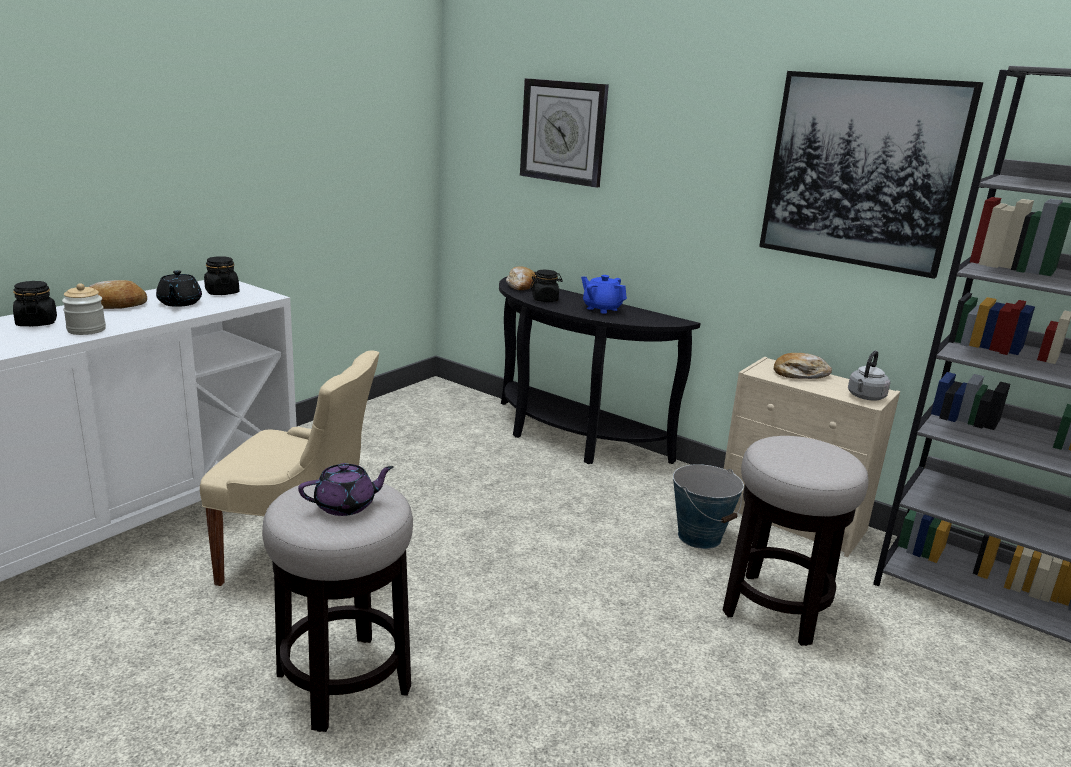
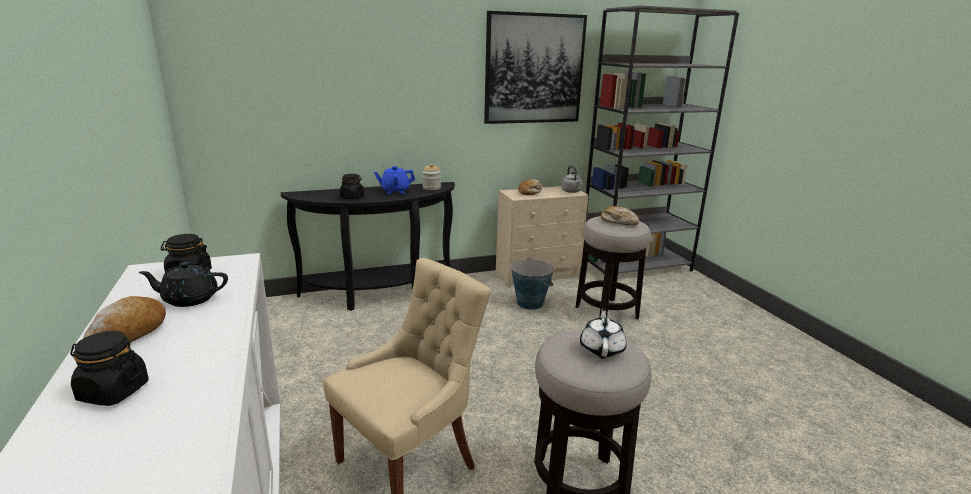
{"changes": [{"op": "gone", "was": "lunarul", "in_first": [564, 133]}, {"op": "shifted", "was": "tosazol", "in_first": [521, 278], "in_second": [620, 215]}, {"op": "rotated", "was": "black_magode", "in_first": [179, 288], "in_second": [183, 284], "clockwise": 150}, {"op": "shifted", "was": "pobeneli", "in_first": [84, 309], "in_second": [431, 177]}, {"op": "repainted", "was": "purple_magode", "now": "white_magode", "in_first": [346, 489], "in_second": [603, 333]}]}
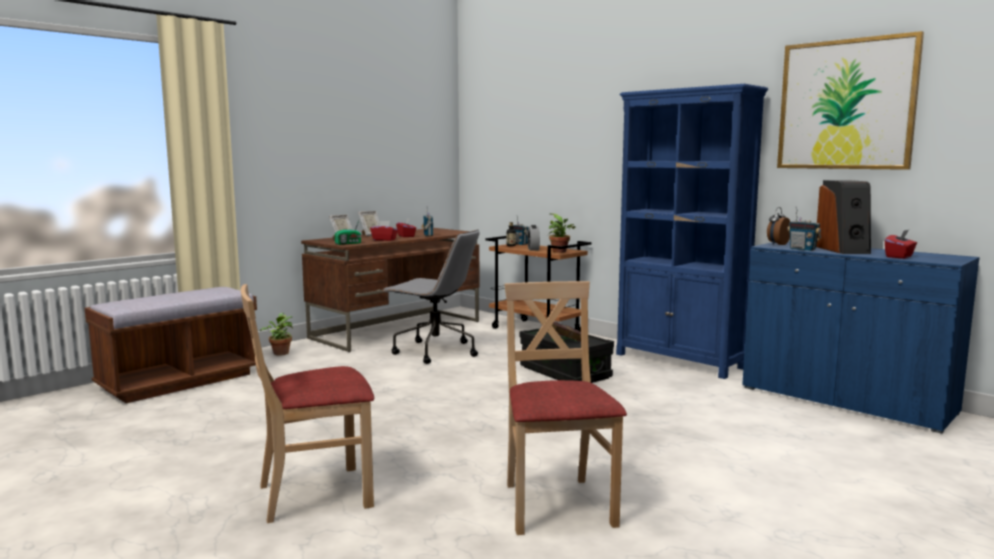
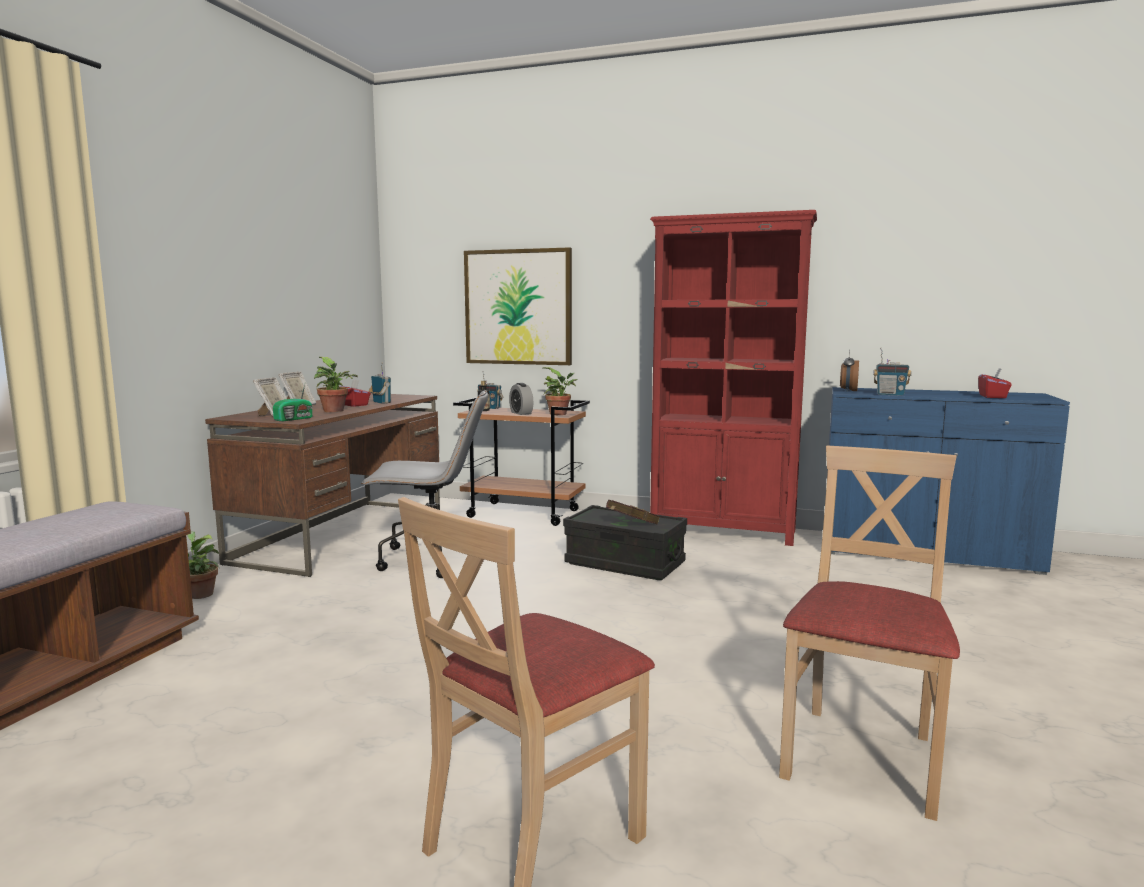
{"changes": [{"op": "shifted", "was": "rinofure", "in_first": [850, 100], "in_second": [518, 306]}, {"op": "repainted", "was": "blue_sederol", "now": "red_sederol", "in_first": [692, 231], "in_second": [733, 378]}, {"op": "gone", "was": "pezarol", "in_first": [843, 217]}, {"op": "swapped", "was": "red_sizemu", "now": "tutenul", "in_first": [384, 231], "in_second": [336, 384]}, {"op": "rotated", "was": "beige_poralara", "in_first": [565, 408], "in_second": [869, 633], "clockwise": 60}]}
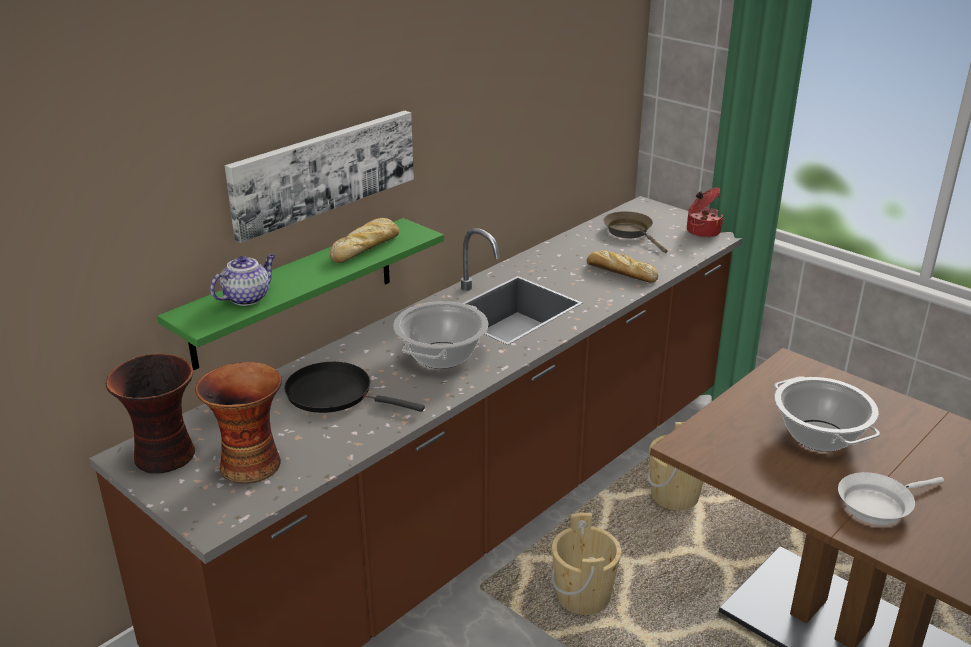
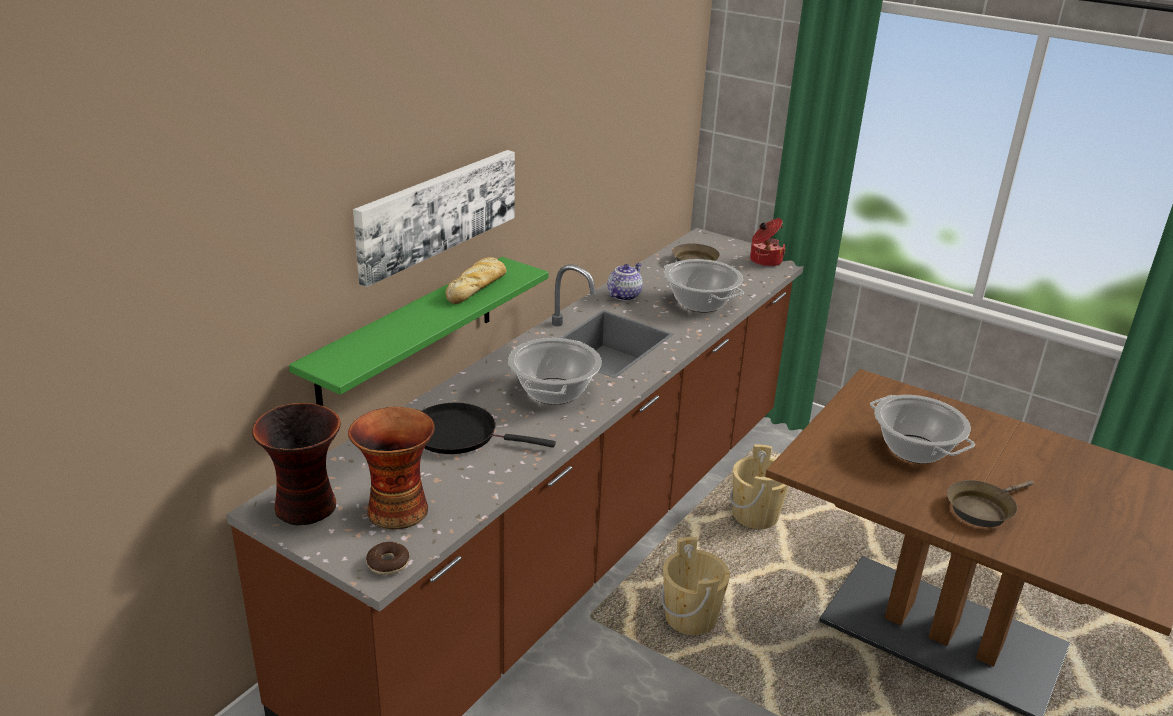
{"changes": [{"op": "swapped", "was": "tosazol", "now": "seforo", "in_first": [622, 266], "in_second": [704, 285]}, {"op": "shifted", "was": "magode", "in_first": [242, 280], "in_second": [625, 282]}, {"op": "repainted", "was": "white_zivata", "now": "brown_zivata", "in_first": [891, 498], "in_second": [990, 503]}, {"op": "new", "now": "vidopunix", "in_second": [387, 558]}]}
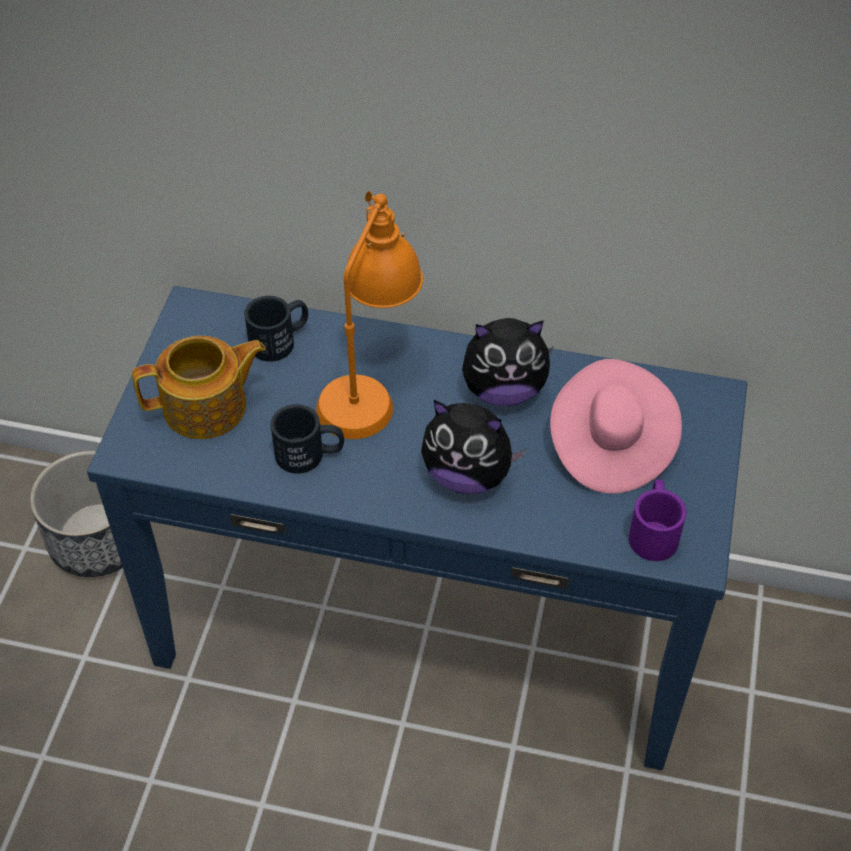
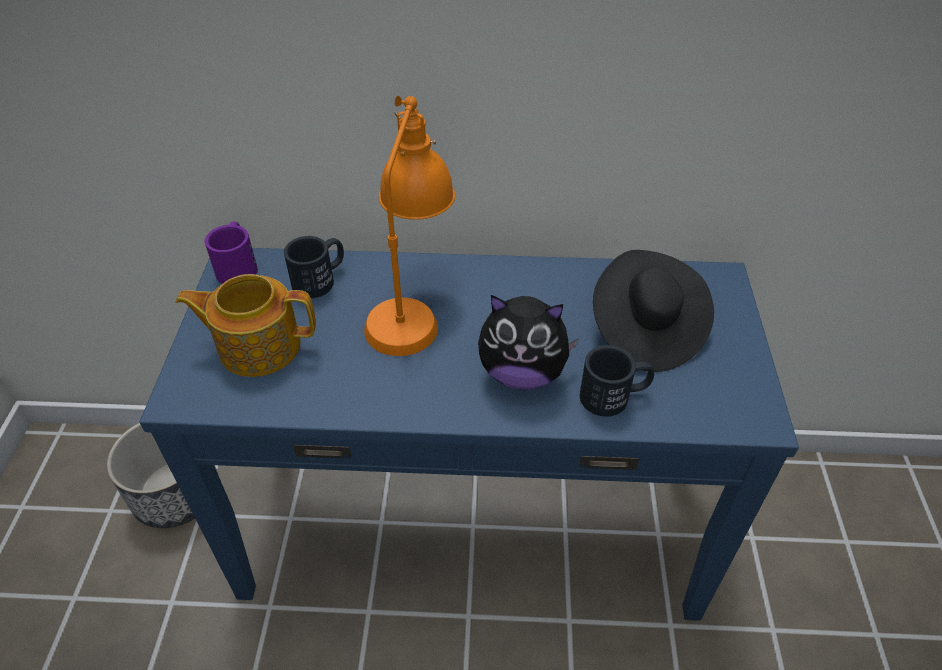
{"changes": [{"op": "gone", "was": "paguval", "in_first": [507, 362]}, {"op": "rotated", "was": "magode", "in_first": [199, 387], "in_second": [246, 325], "clockwise": -150}, {"op": "repainted", "was": "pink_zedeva", "now": "black_zedeva", "in_first": [616, 426], "in_second": [653, 311]}, {"op": "shifted", "was": "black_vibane", "in_first": [307, 439], "in_second": [617, 381]}, {"op": "shifted", "was": "purple_vibane", "in_first": [658, 520], "in_second": [231, 252]}]}
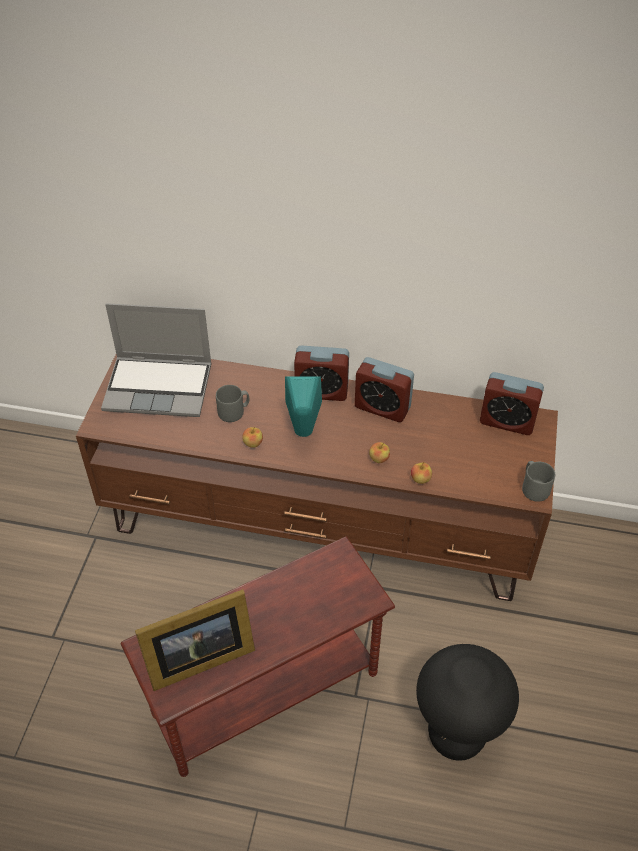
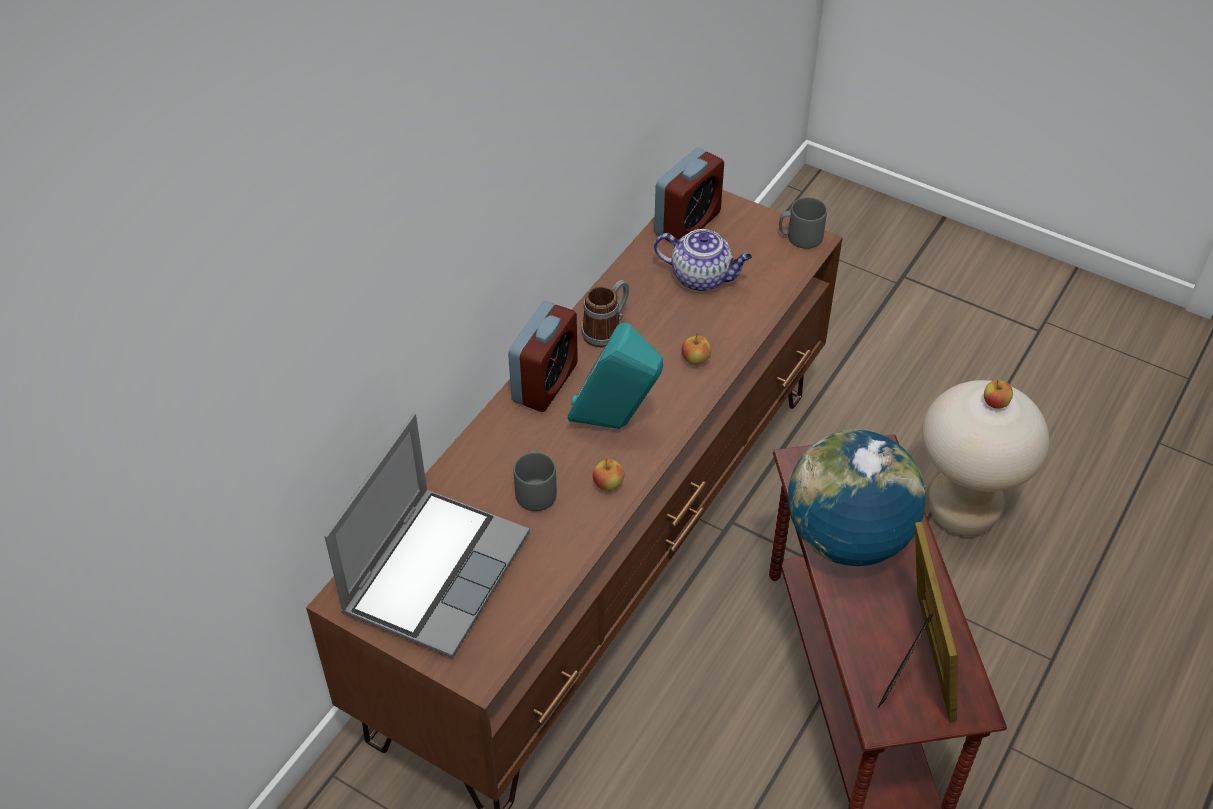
{"changes": [{"op": "swapped", "was": "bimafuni", "now": "vibane", "in_first": [384, 389], "in_second": [605, 314]}, {"op": "shifted", "was": "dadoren", "in_first": [421, 473], "in_second": [998, 394]}, {"op": "repainted", "was": "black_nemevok", "now": "beige_nemevok", "in_first": [467, 702], "in_second": [985, 458]}, {"op": "new", "now": "magode", "in_second": [703, 260]}, {"op": "new", "now": "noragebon", "in_second": [857, 497]}]}
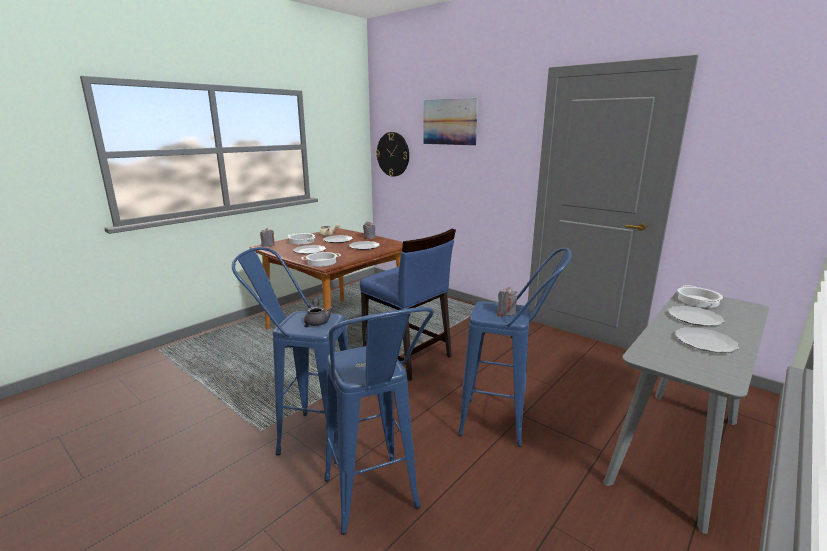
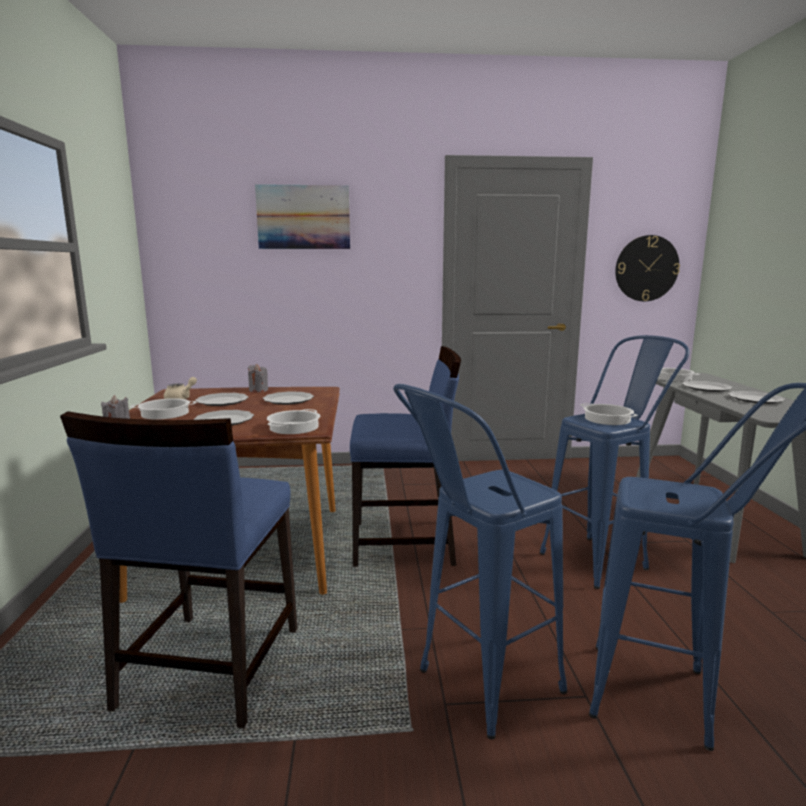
{"changes": [{"op": "shifted", "was": "lunarul", "in_first": [392, 154], "in_second": [647, 268]}, {"op": "swapped", "was": "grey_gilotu", "now": "seforo", "in_first": [508, 301], "in_second": [609, 414]}, {"op": "gone", "was": "grey_magode", "in_first": [318, 311]}, {"op": "new", "now": "blue_poralara", "in_second": [178, 569]}]}
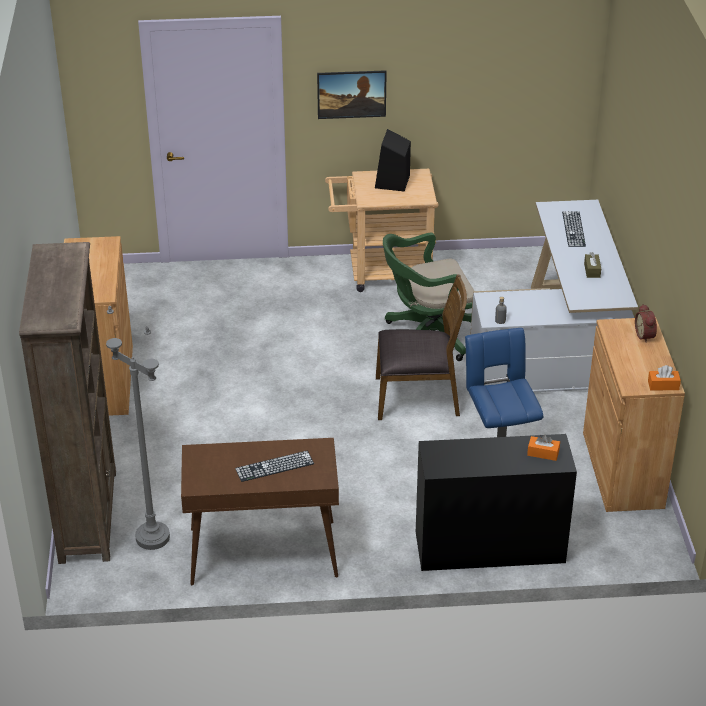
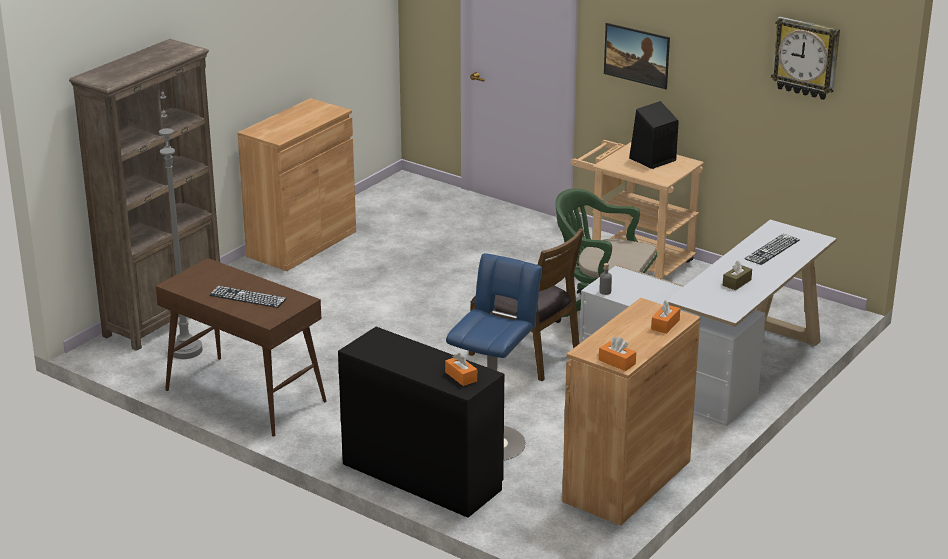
{"changes": [{"op": "swapped", "was": "bimafuni", "now": "orange_sizemu", "in_first": [646, 323], "in_second": [665, 317]}, {"op": "new", "now": "lunarul", "in_second": [805, 58]}]}
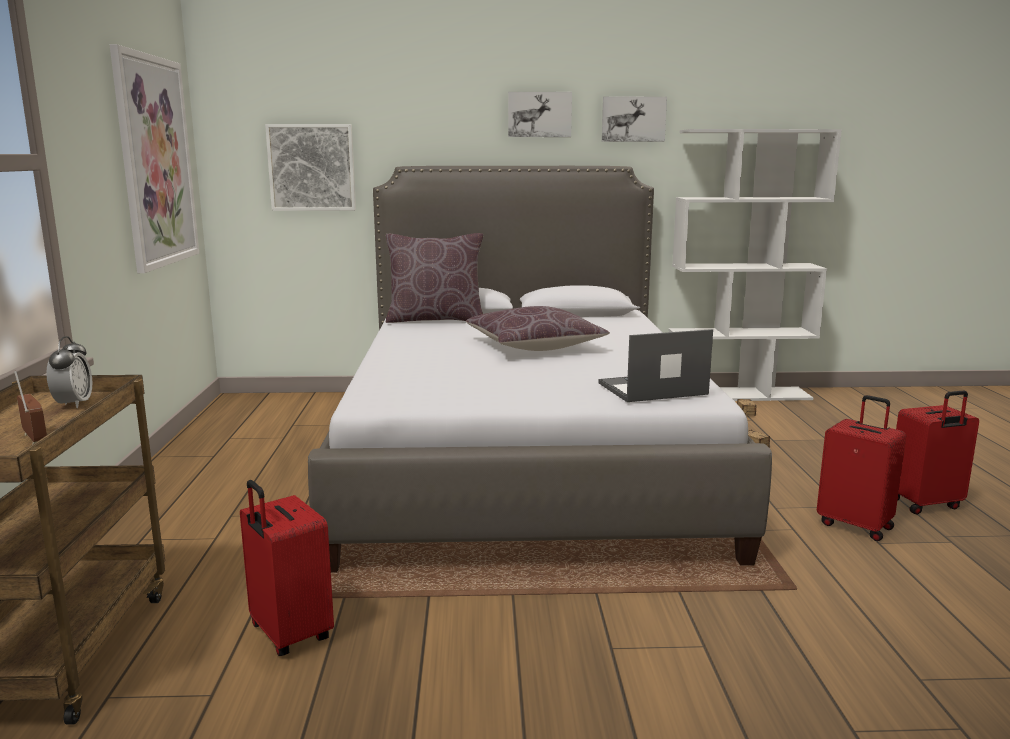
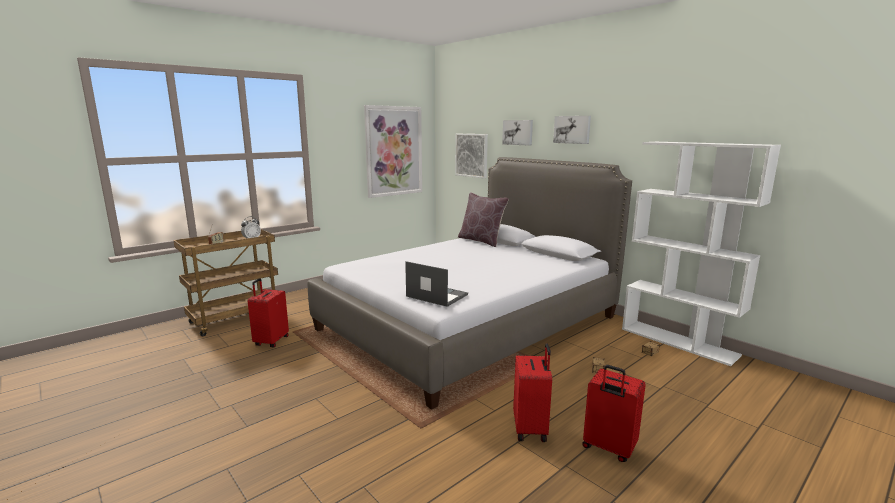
{"changes": [{"op": "shifted", "was": "rinofure", "in_first": [634, 119], "in_second": [517, 133]}, {"op": "gone", "was": "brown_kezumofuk", "in_first": [538, 328]}]}
